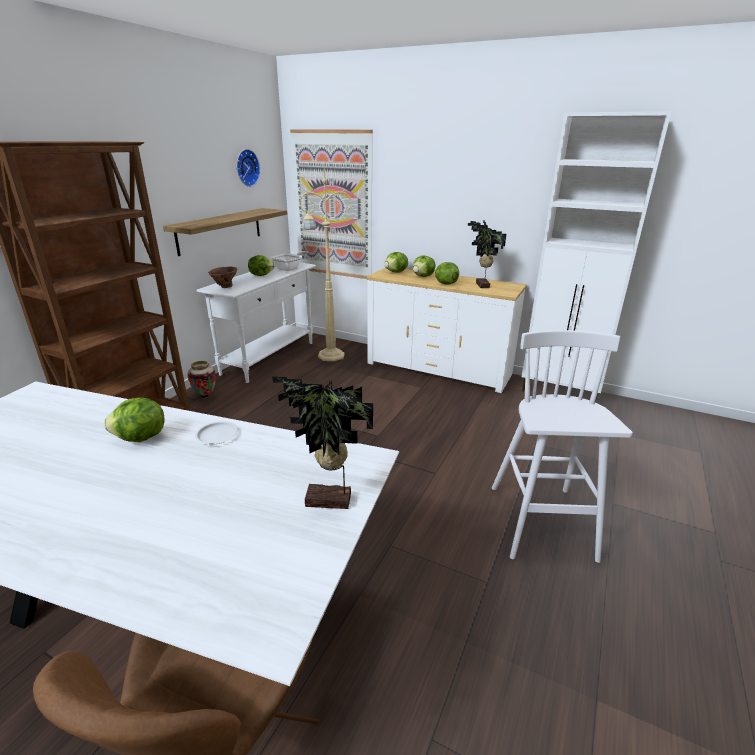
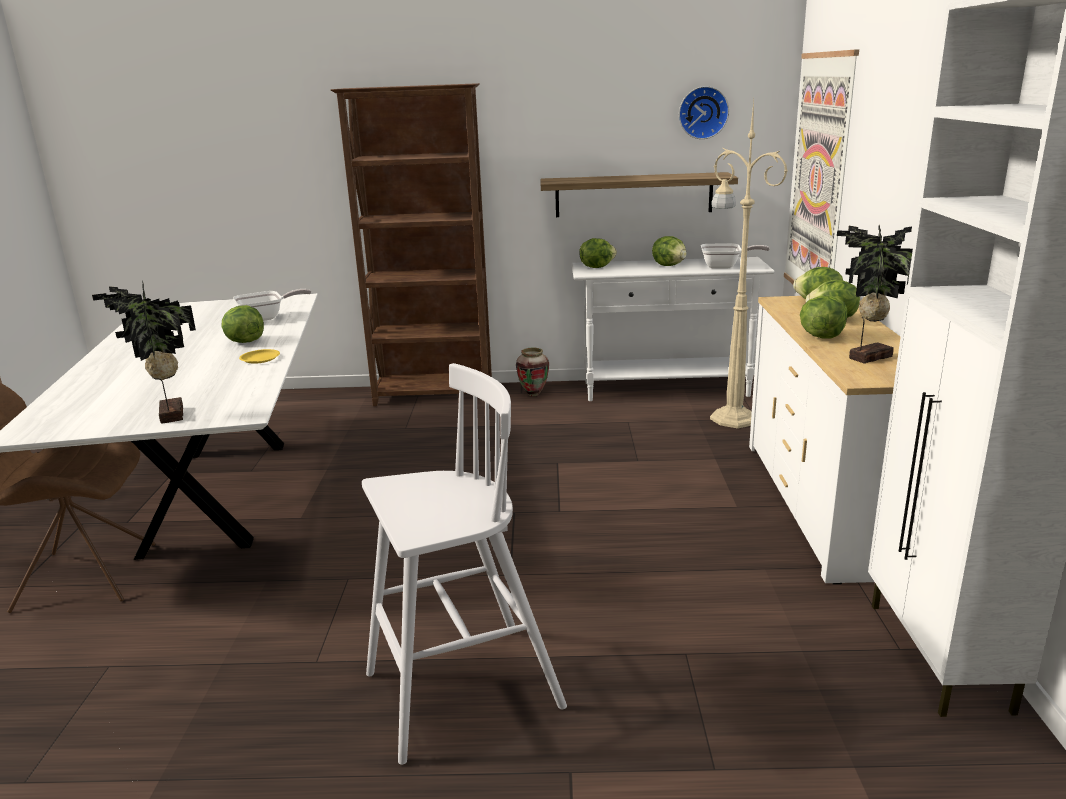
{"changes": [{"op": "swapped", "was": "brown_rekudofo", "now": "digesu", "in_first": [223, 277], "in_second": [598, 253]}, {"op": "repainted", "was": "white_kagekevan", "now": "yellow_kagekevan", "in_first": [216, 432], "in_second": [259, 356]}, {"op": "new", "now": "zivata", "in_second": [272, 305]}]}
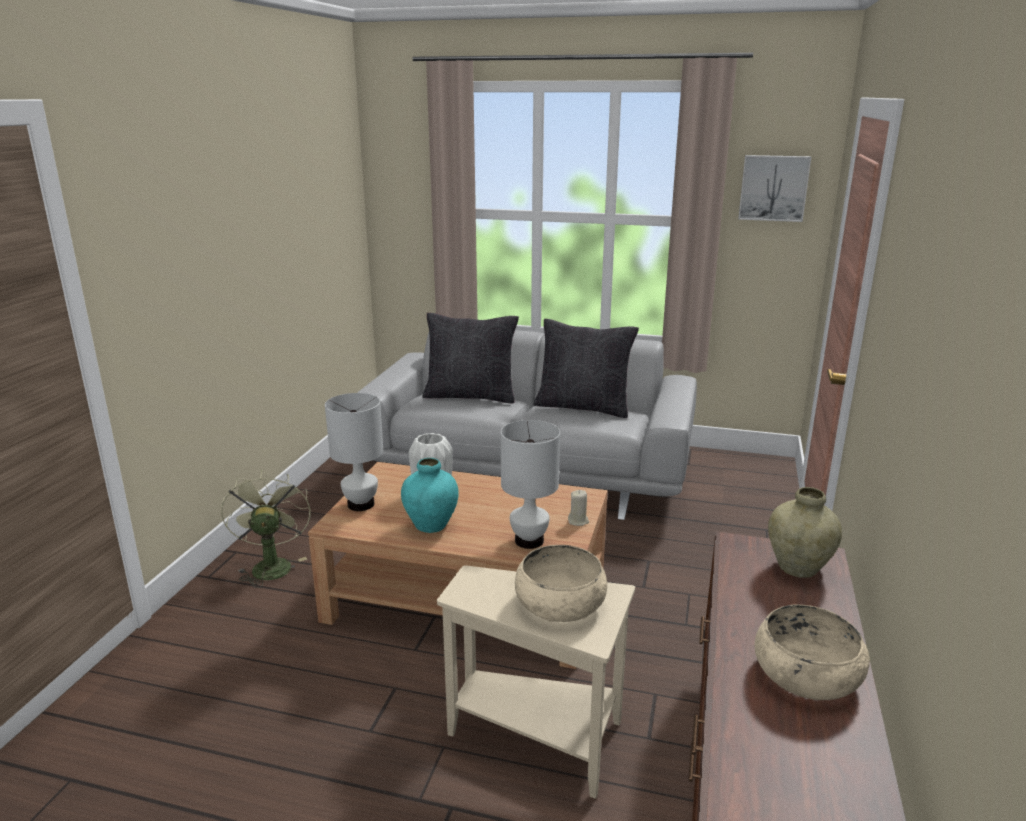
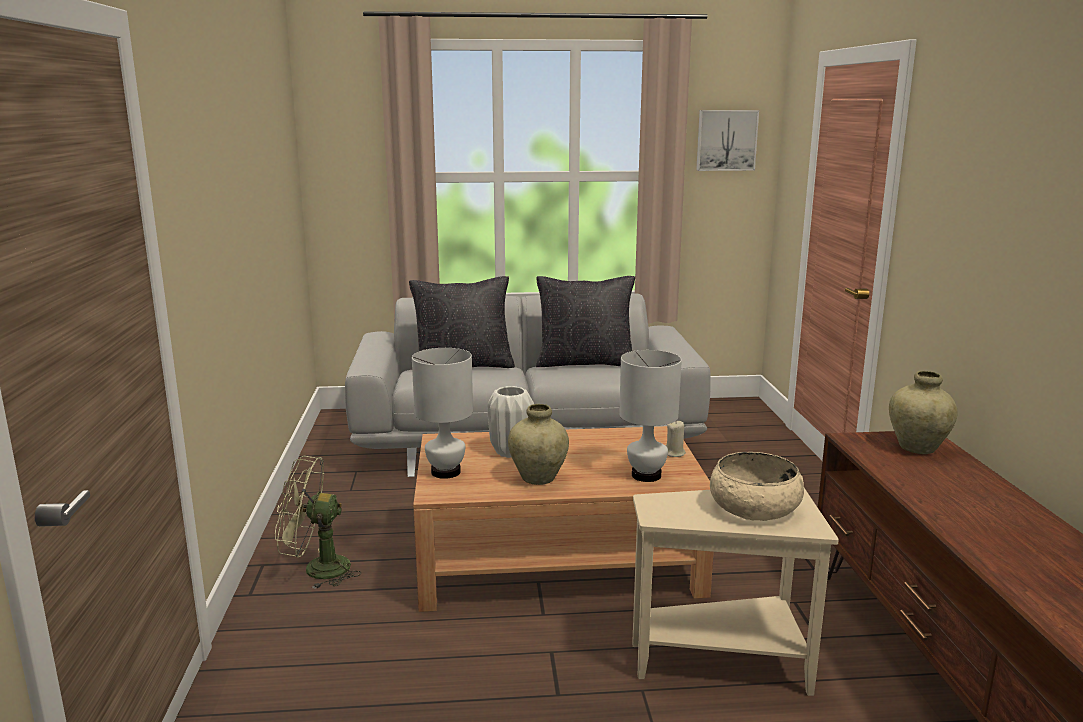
{"changes": [{"op": "repainted", "was": "turquoise_rekudofo", "now": "beige_rekudofo", "in_first": [430, 495], "in_second": [538, 444]}, {"op": "rotated", "was": "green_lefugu", "in_first": [266, 529], "in_second": [318, 522], "clockwise": -60}, {"op": "gone", "was": "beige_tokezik", "in_first": [812, 652]}]}
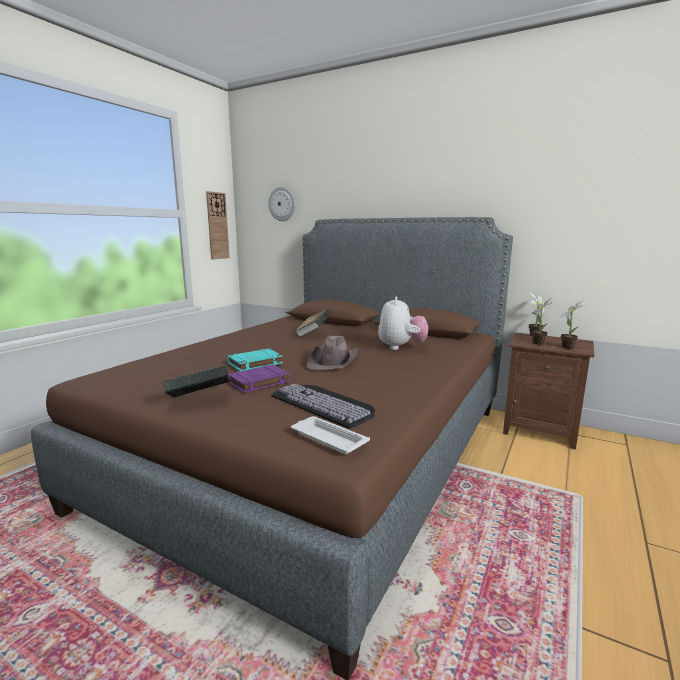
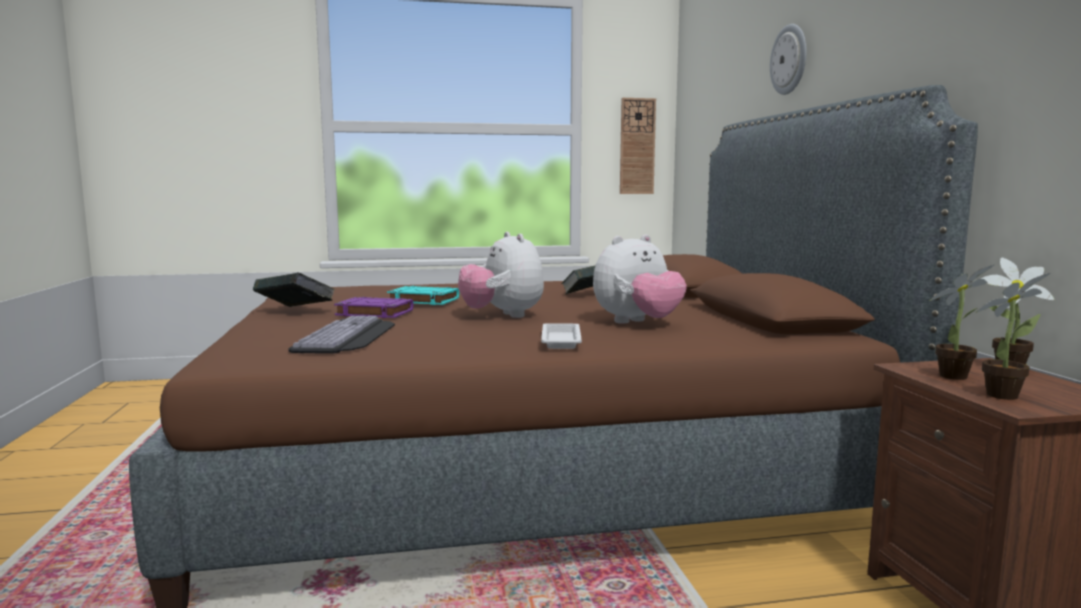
{"changes": [{"op": "shifted", "was": "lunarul", "in_first": [282, 204], "in_second": [788, 59]}, {"op": "swapped", "was": "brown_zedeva", "now": "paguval", "in_first": [333, 353], "in_second": [501, 275]}, {"op": "shifted", "was": "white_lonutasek", "in_first": [330, 435], "in_second": [561, 336]}]}
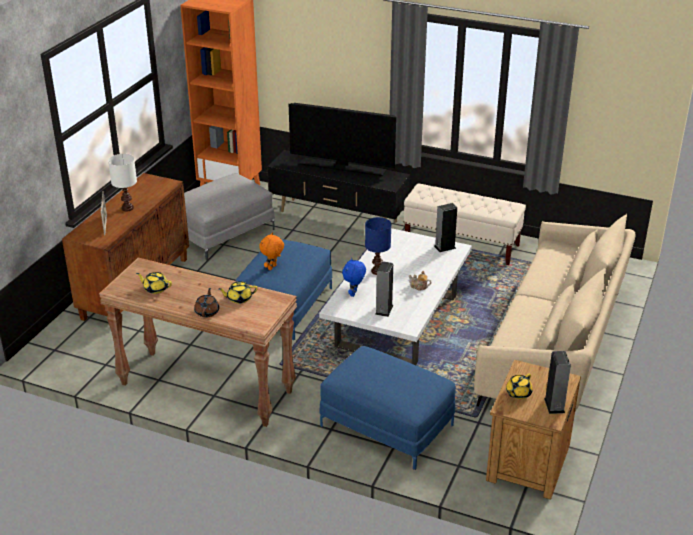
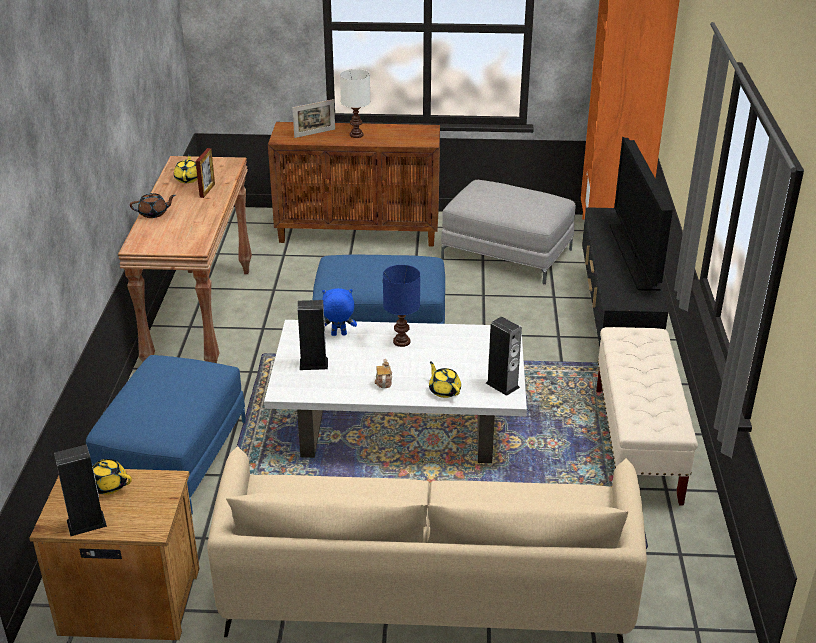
{"changes": [{"op": "gone", "was": "orange_paguval", "in_first": [271, 251]}, {"op": "shifted", "was": "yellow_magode", "in_first": [238, 293], "in_second": [445, 379]}, {"op": "new", "now": "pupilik", "in_second": [205, 173]}]}
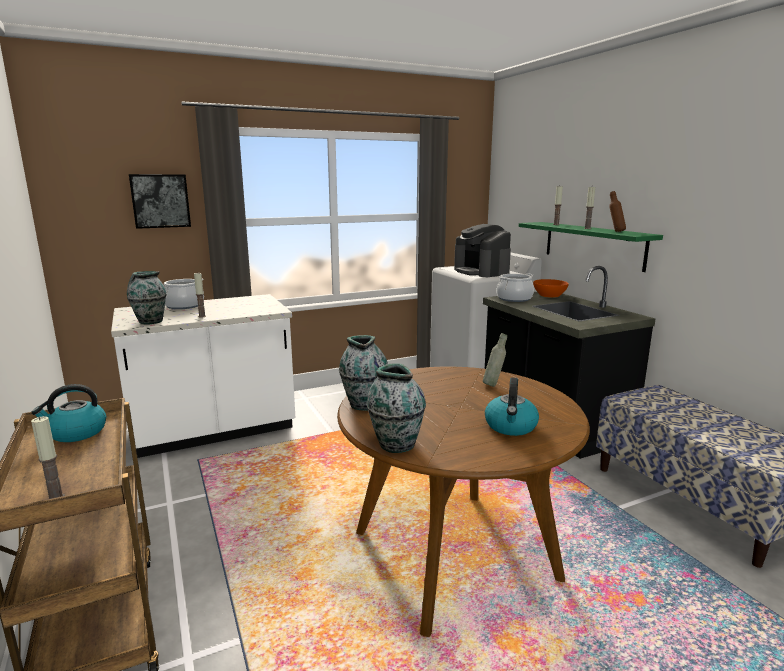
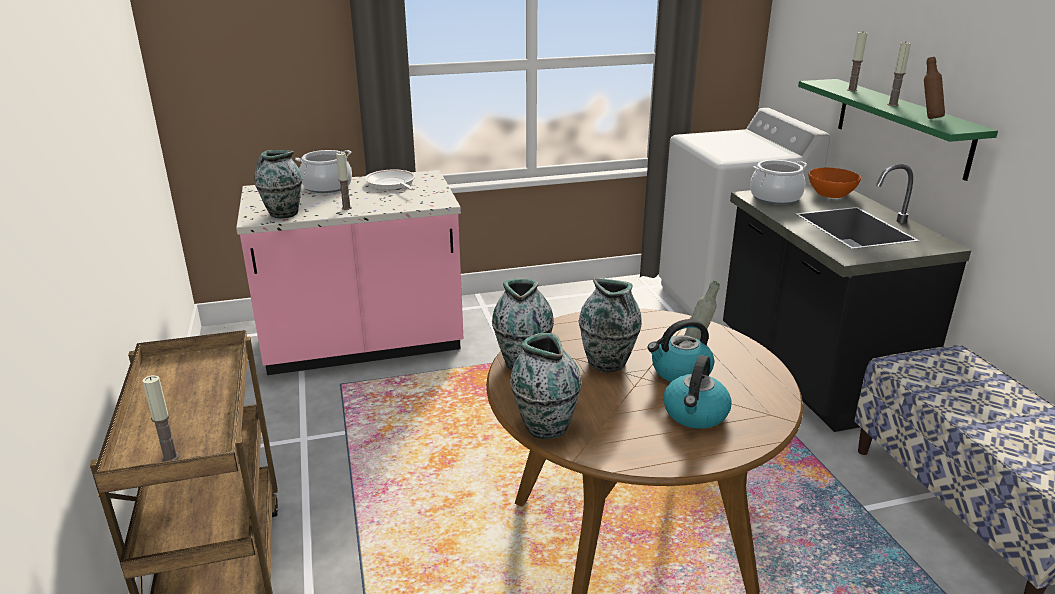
{"changes": [{"op": "gone", "was": "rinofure", "in_first": [160, 201]}, {"op": "gone", "was": "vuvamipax", "in_first": [482, 250]}, {"op": "repainted", "was": "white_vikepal", "now": "pink_vikepal", "in_first": [203, 376], "in_second": [350, 272]}, {"op": "shifted", "was": "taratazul", "in_first": [68, 413], "in_second": [681, 350]}, {"op": "new", "now": "zivata", "in_second": [390, 179]}, {"op": "new", "now": "rekudofo", "in_second": [610, 325]}]}
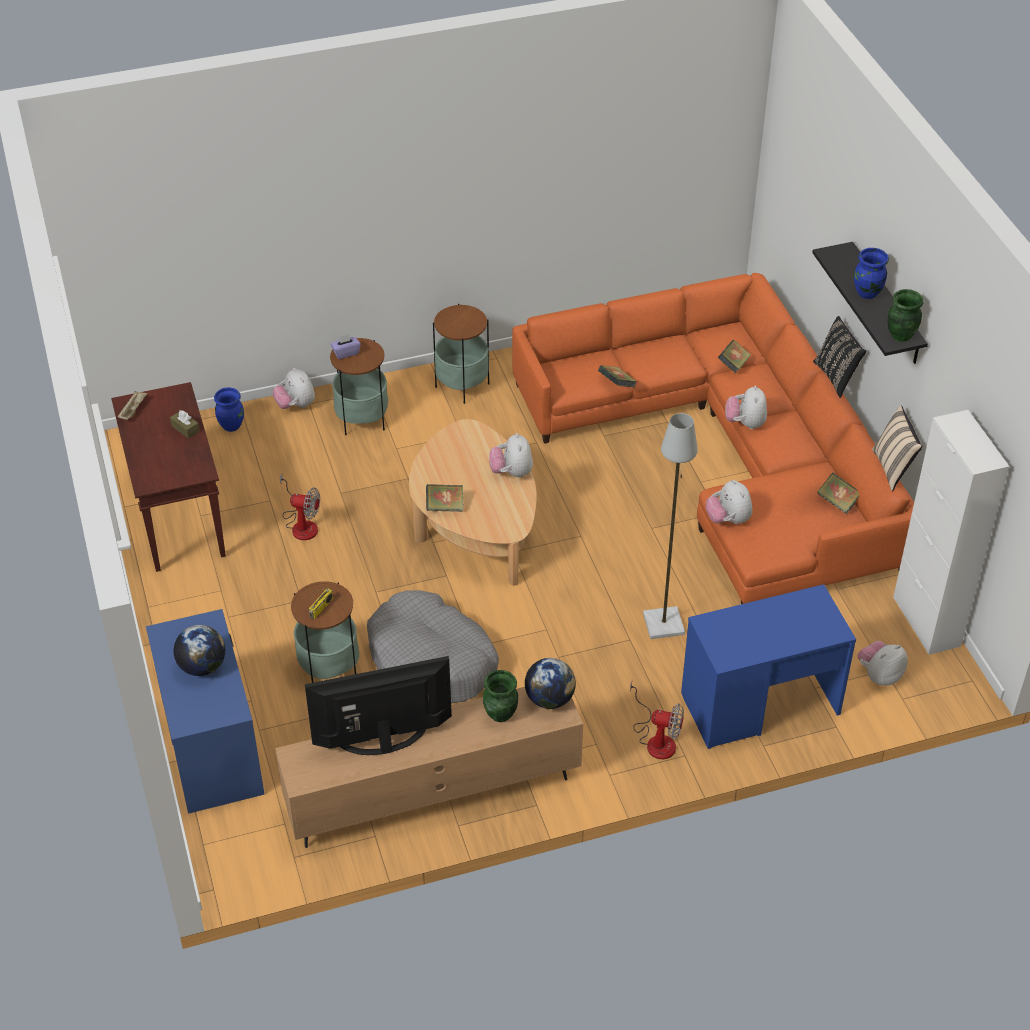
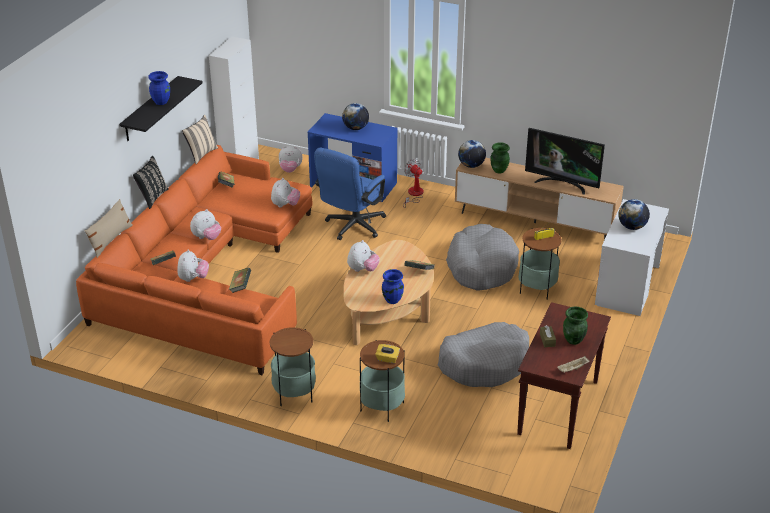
{"changes": [{"op": "shifted", "was": "green_rekudofo", "in_first": [906, 315], "in_second": [575, 326]}, {"op": "repainted", "was": "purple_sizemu", "now": "yellow_sizemu", "in_first": [346, 346], "in_second": [387, 353]}, {"op": "shifted", "was": "paguval", "in_first": [294, 388], "in_second": [193, 265]}, {"op": "shifted", "was": "blue_rekudofo", "in_first": [229, 409], "in_second": [393, 286]}, {"op": "swapped", "was": "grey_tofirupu", "now": "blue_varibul", "in_first": [670, 526], "in_second": [350, 194]}, {"op": "swapped", "was": "lefugu", "now": "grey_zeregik", "in_first": [300, 506], "in_second": [483, 354]}, {"op": "repainted", "was": "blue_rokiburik", "now": "white_rokiburik", "in_first": [205, 711], "in_second": [632, 257]}, {"op": "new", "now": "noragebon", "in_second": [355, 116]}, {"op": "new", "now": "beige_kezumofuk", "in_second": [108, 228]}]}
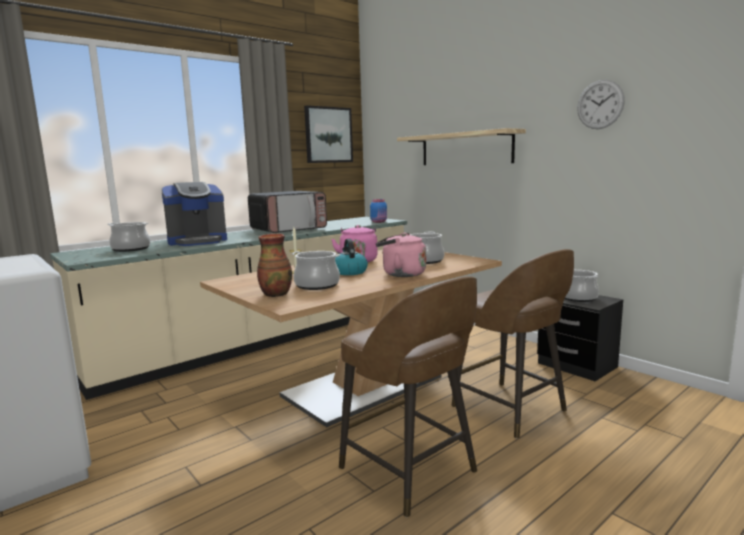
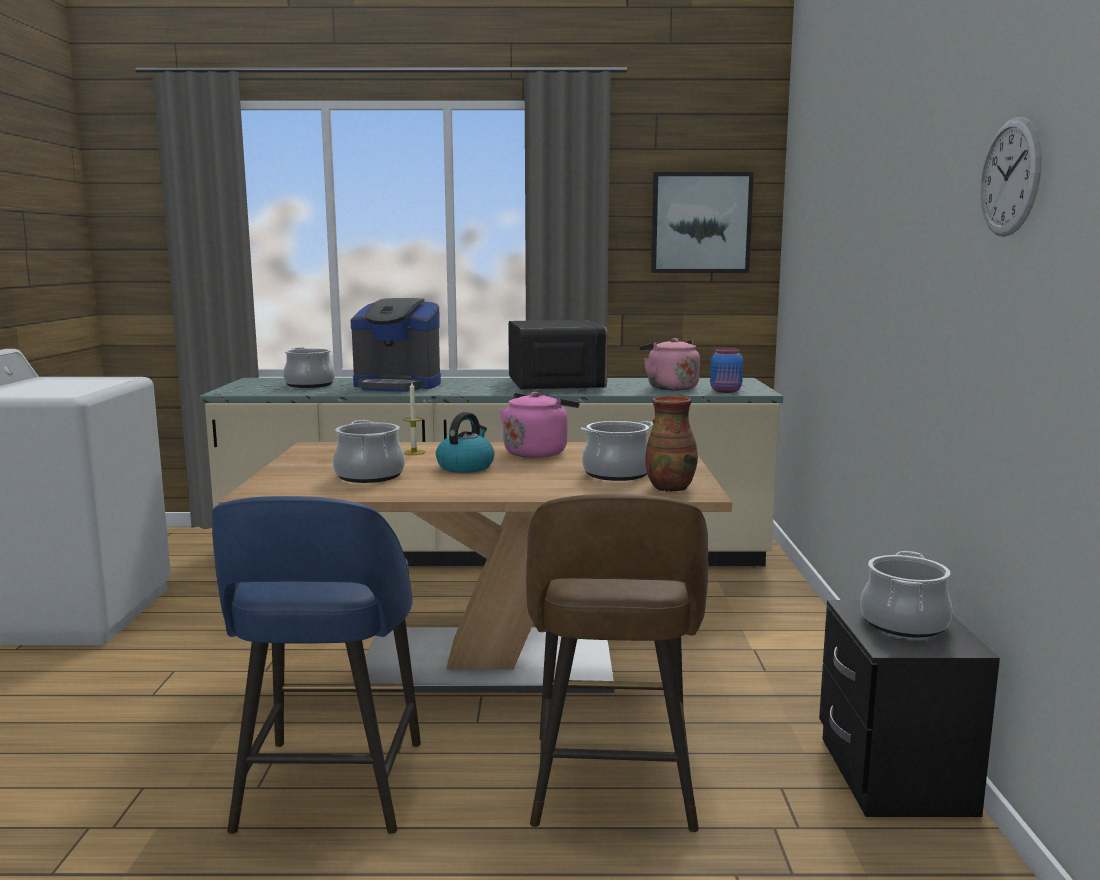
{"changes": [{"op": "gone", "was": "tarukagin", "in_first": [461, 146]}, {"op": "rotated", "was": "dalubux", "in_first": [287, 212], "in_second": [558, 355], "clockwise": -105}, {"op": "shifted", "was": "pink_taratazul", "in_first": [401, 255], "in_second": [669, 364]}, {"op": "shifted", "was": "rekudofo", "in_first": [274, 265], "in_second": [671, 444]}, {"op": "repainted", "was": "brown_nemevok", "now": "blue_nemevok", "in_first": [408, 396], "in_second": [316, 665]}]}
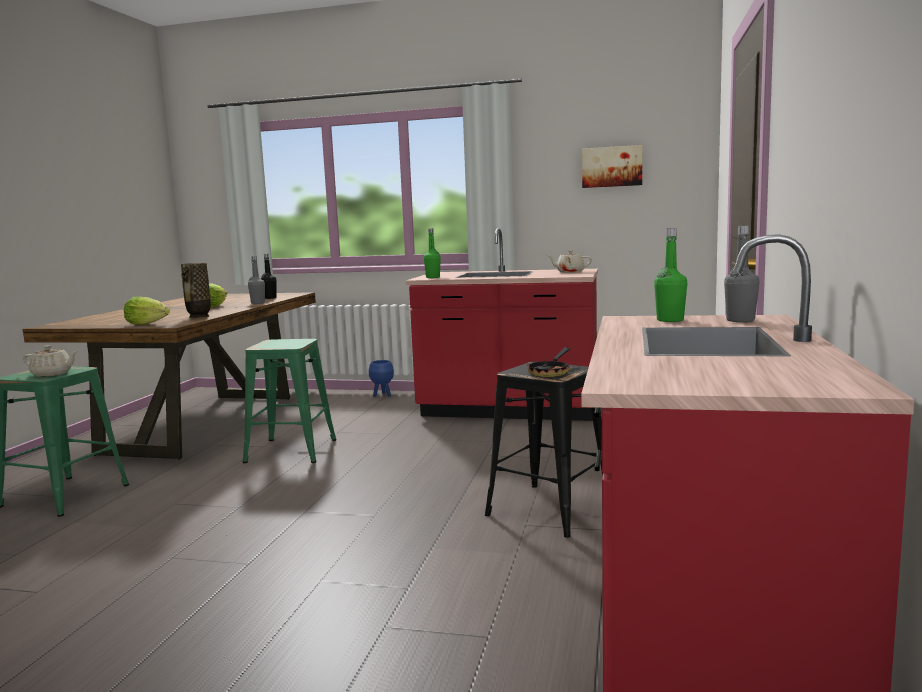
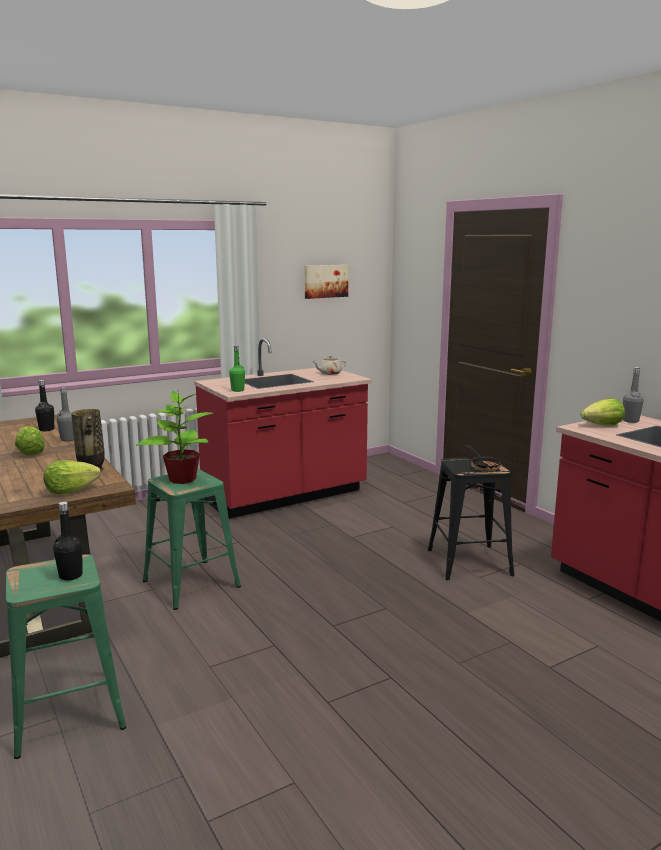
{"changes": [{"op": "swapped", "was": "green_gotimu", "now": "digesu", "in_first": [670, 275], "in_second": [603, 411]}, {"op": "swapped", "was": "beige_magode", "now": "black_gotimu", "in_first": [50, 361], "in_second": [67, 541]}, {"op": "gone", "was": "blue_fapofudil", "in_first": [381, 378]}, {"op": "new", "now": "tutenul", "in_second": [174, 436]}]}
